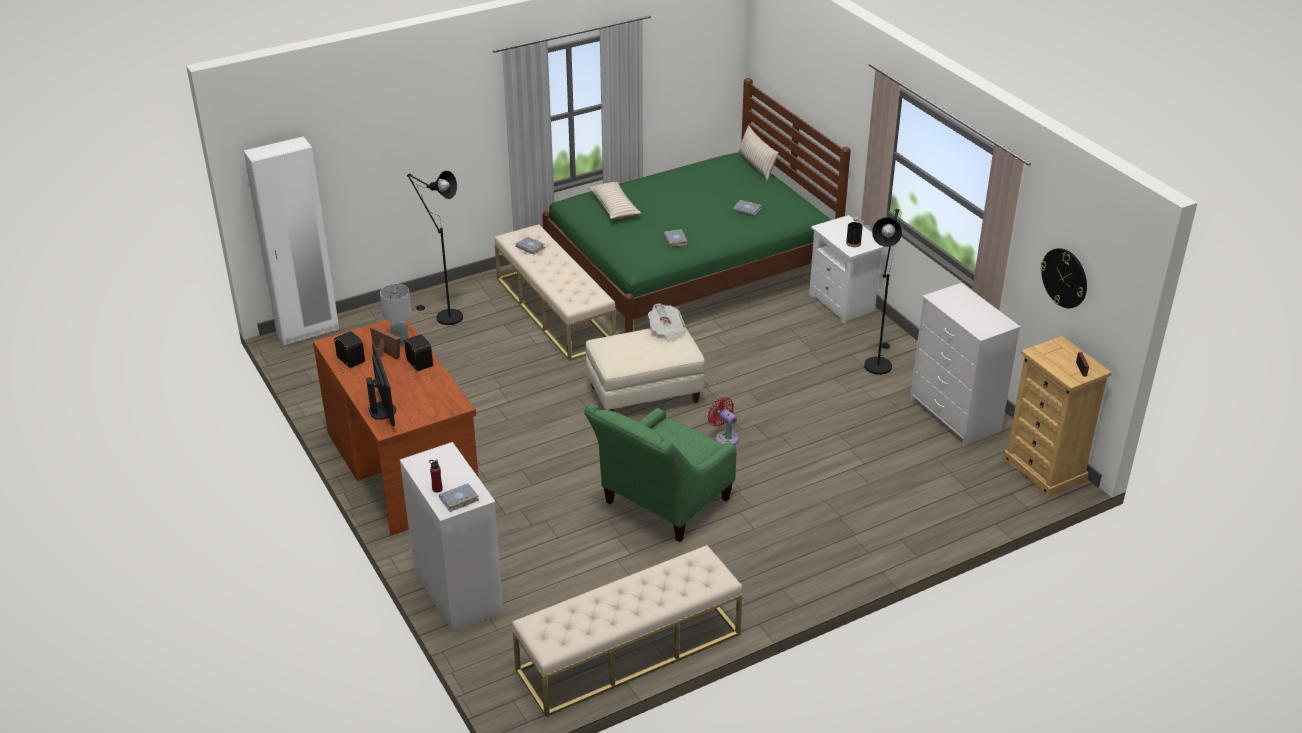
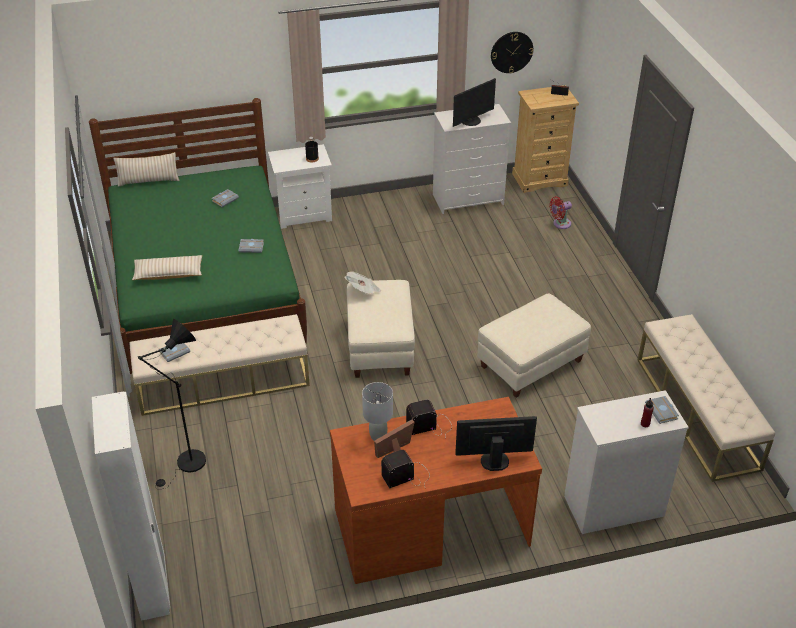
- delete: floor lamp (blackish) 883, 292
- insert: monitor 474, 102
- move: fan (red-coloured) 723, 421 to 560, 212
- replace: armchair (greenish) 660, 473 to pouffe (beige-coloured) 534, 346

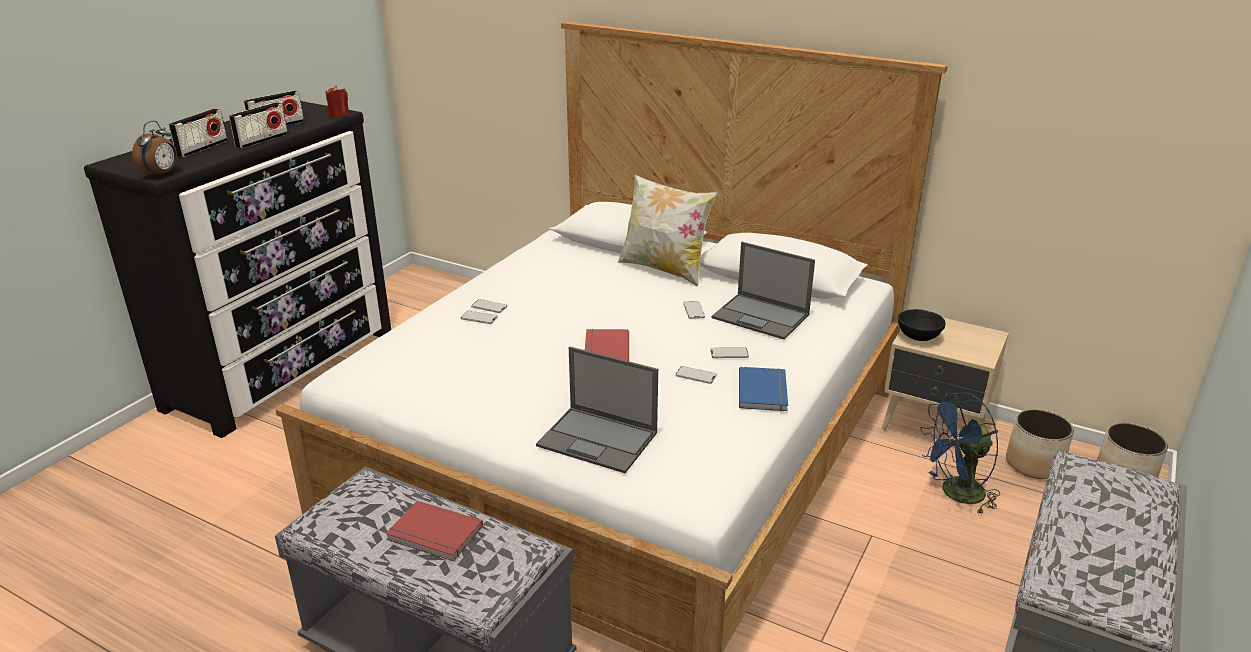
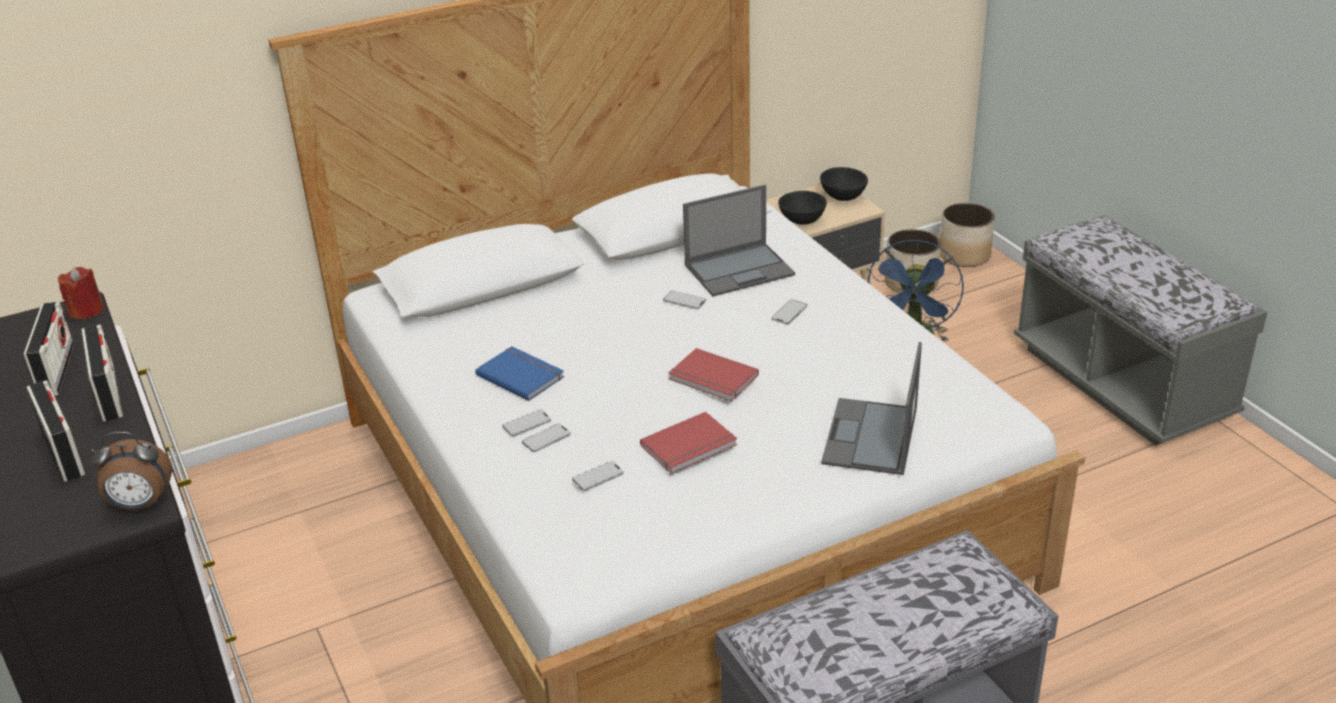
- delete: throw pillow 667, 230
- insert: serving bowl (blackish) 844, 184
- move: book (red-coloured) 434, 531 to 688, 443
- move: handset 696, 375 to 598, 476
- move: book (blue) 763, 389 to 519, 373
- rotate: alarm clock 154, 149 = 131, 471 120 degrees clockwise
- rotate: laptop 597, 410 = 871, 408 135 degrees clockwise

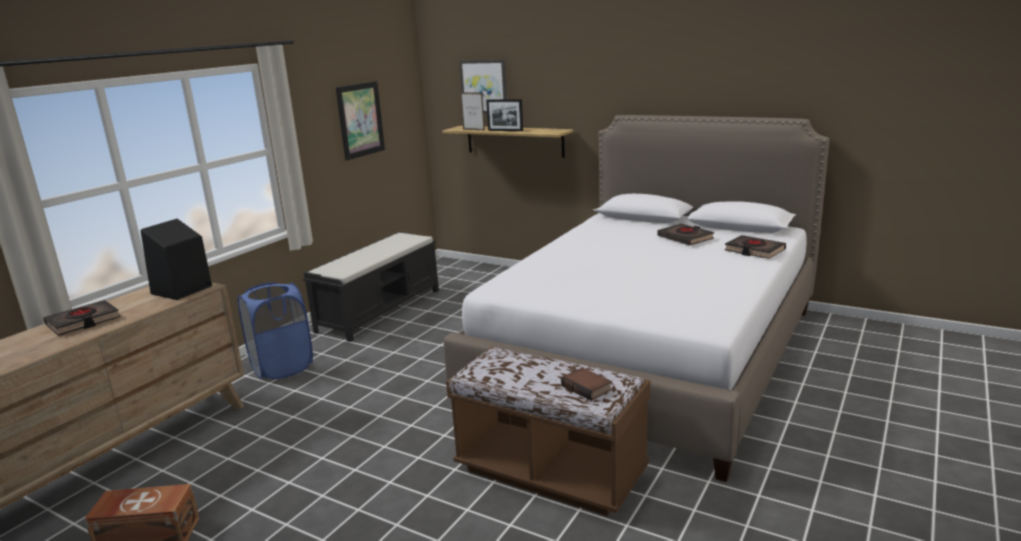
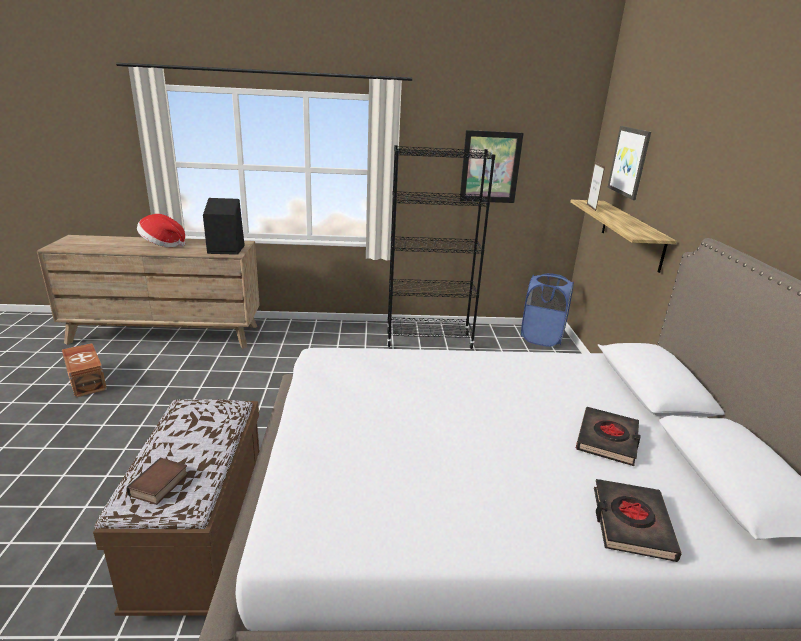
- delete: photo frame 504, 115
- move: laundry basket (blue) 275, 330 to 547, 310
- replace: book (blackish) 81, 318 to clothing hat 161, 230
- replace: long seat (blackish) 371, 287 to bookcase (blackish) 441, 247

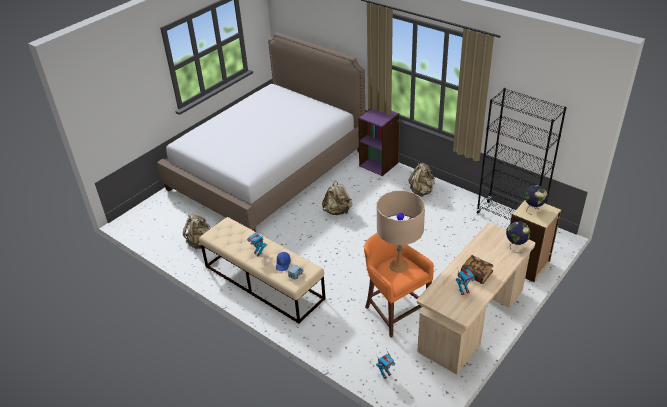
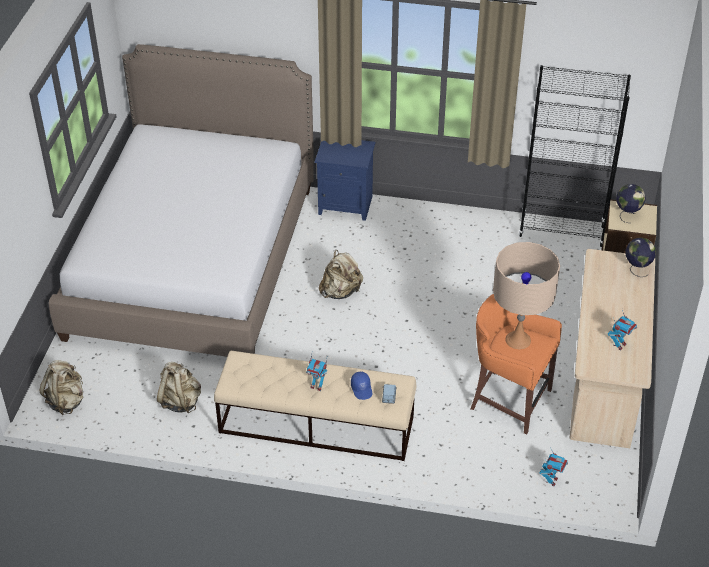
- delete: book 477, 269
- move: rucksack (beige-coloured) 422, 180 to 61, 387
- replace: bookcase (purplish) 379, 142 to night table (blue) 345, 180

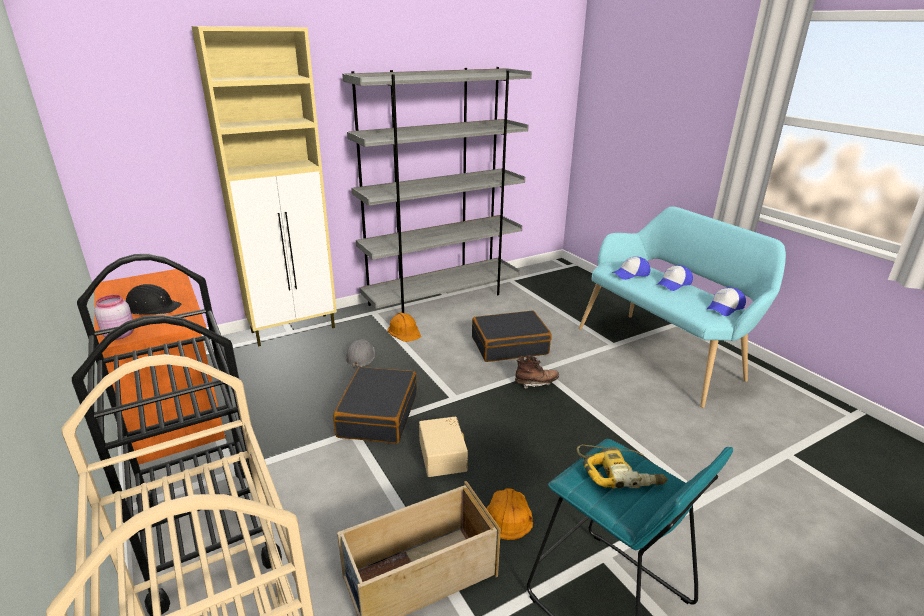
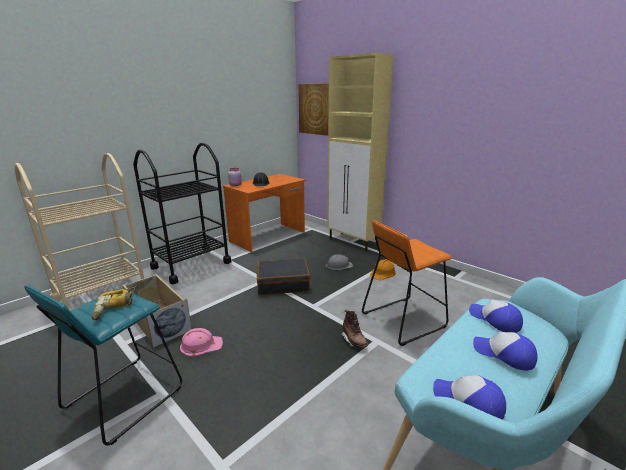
- delete: bookcase (grey) 437, 190
- delete: storage box (beige-coloured) 443, 447
- insert: wall art 313, 110
- replace: piece of luggage (blackish) 512, 336 to stool seat (orangey) 407, 283
- recolor: work helmet (orangey) 509, 514 to work helmet (pinkish) 201, 342

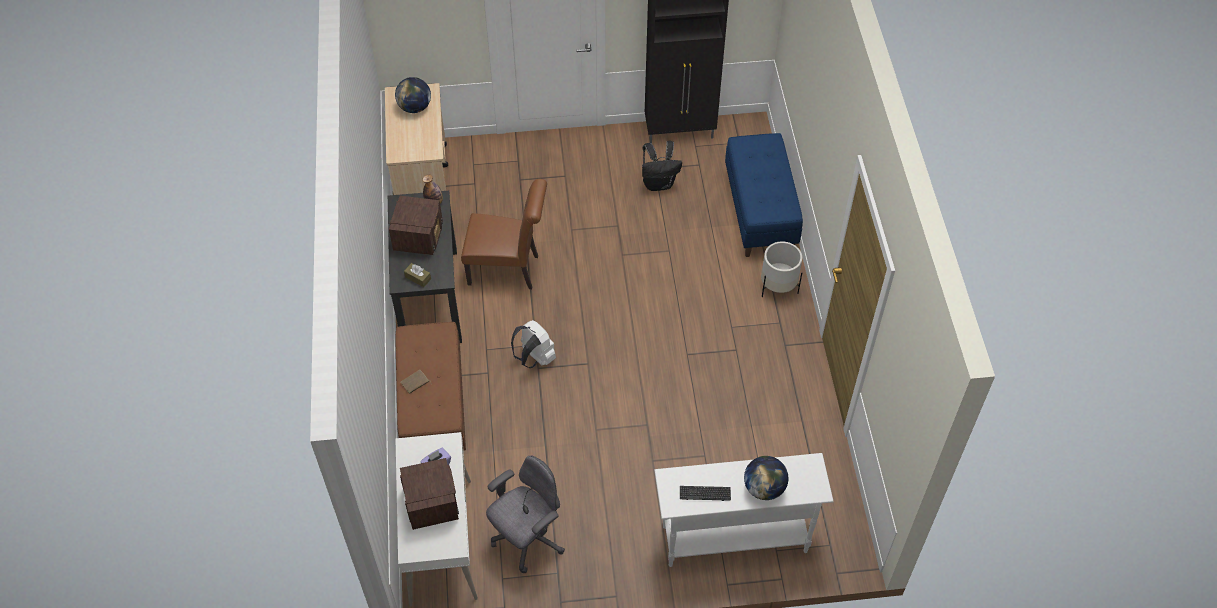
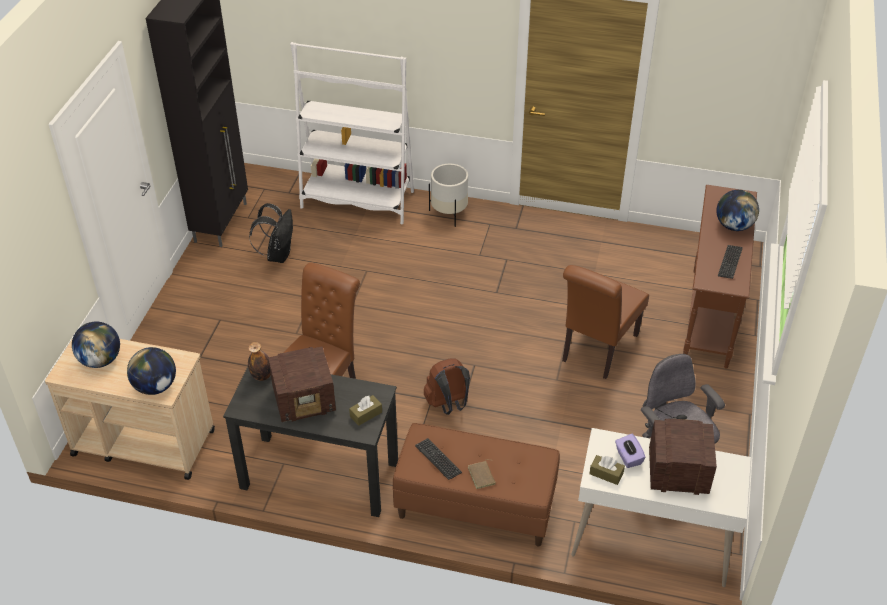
- insert: world globe 151, 371
- insert: keyboard 438, 459
- insert: plain chair (brownish) 605, 322
- insert: box of tissues (brownish) 607, 470
- replace: long seat (blue) 764, 195 to bookcase (whitish) 352, 133
- recolor: rucksack (whitish) 533, 344 to rucksack (brownish) 447, 386
- recolor: console table (whitish) 744, 510 to console table (brownish) 720, 277
- rotate: radio 416, 225 = 302, 384 135 degrees clockwise

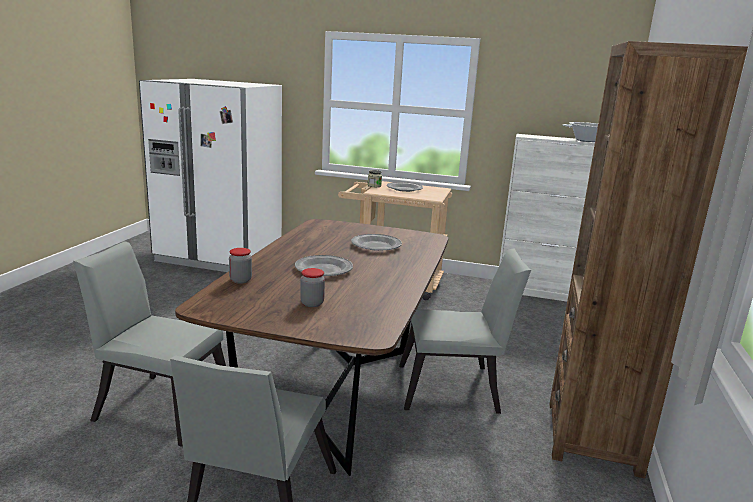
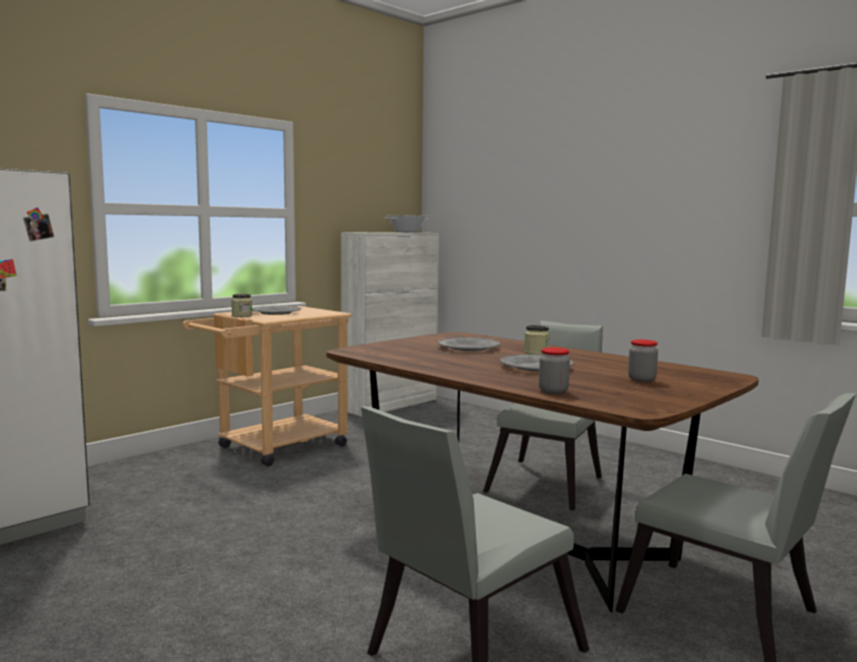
- delete: bookcase (brownish) 649, 259
- insert: preserve jar 537, 340

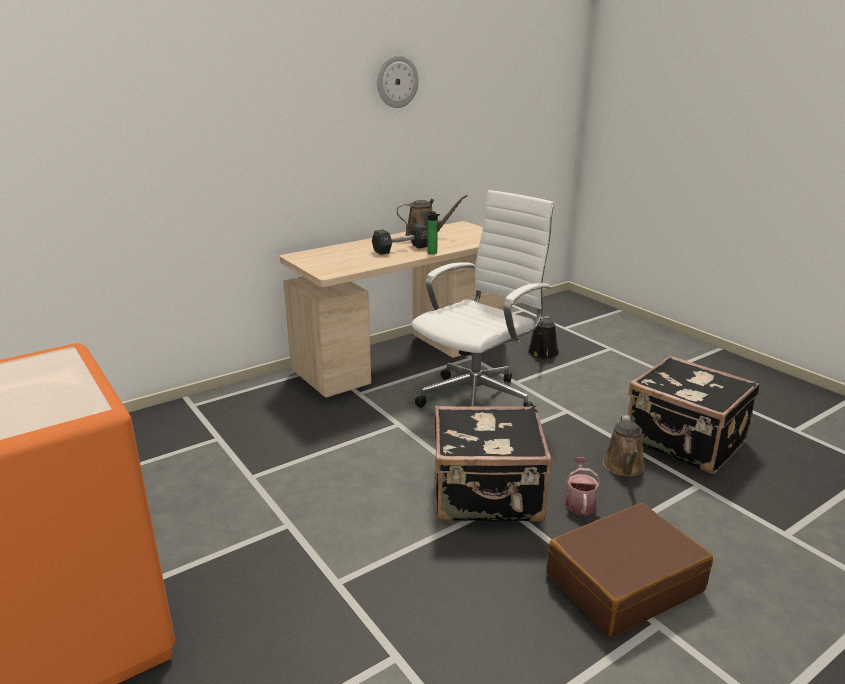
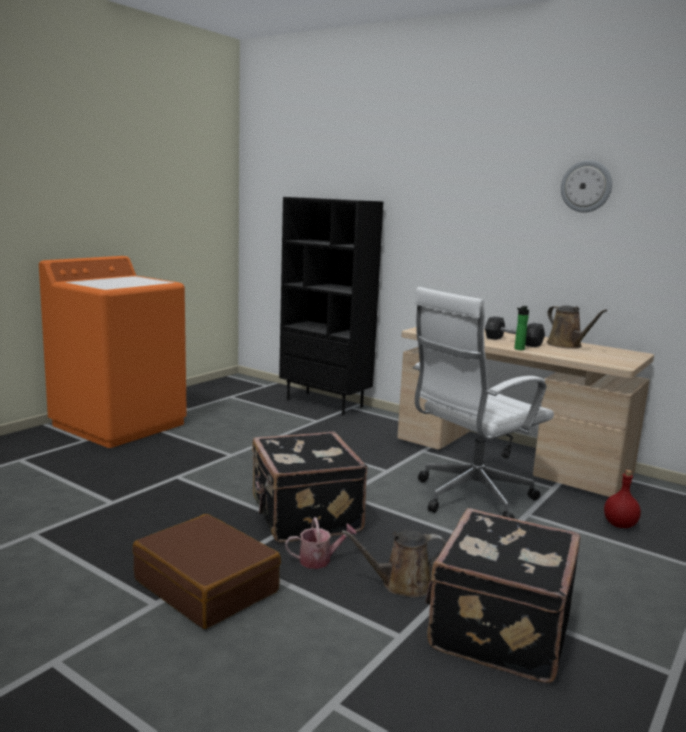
- insert: bookcase (blackish) 331, 306
- replace: watering can (blackish) 543, 337 to beverage bottle (red-coloured) 622, 499
- rotate: computer chair (whitish) 483, 299 = 483, 403 120 degrees clockwise

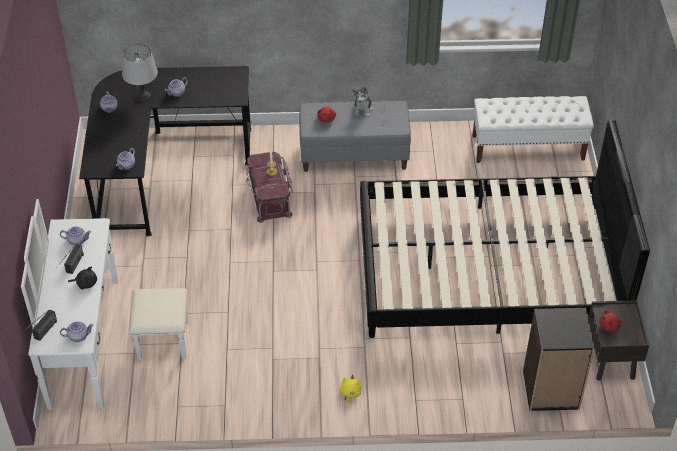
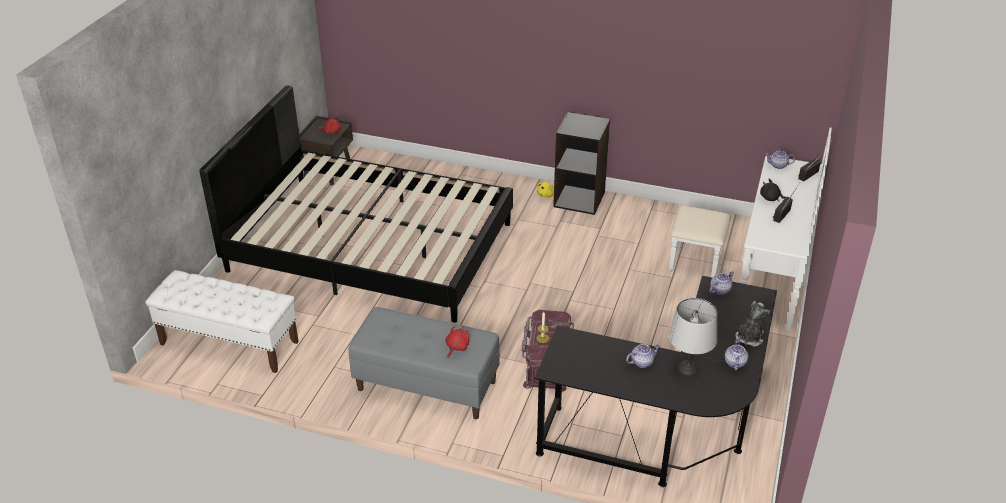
- delete: teapot 75, 235
- move: soft toy 362, 102 to 753, 324
- move: bookcase (blackish) 559, 359 to 581, 163

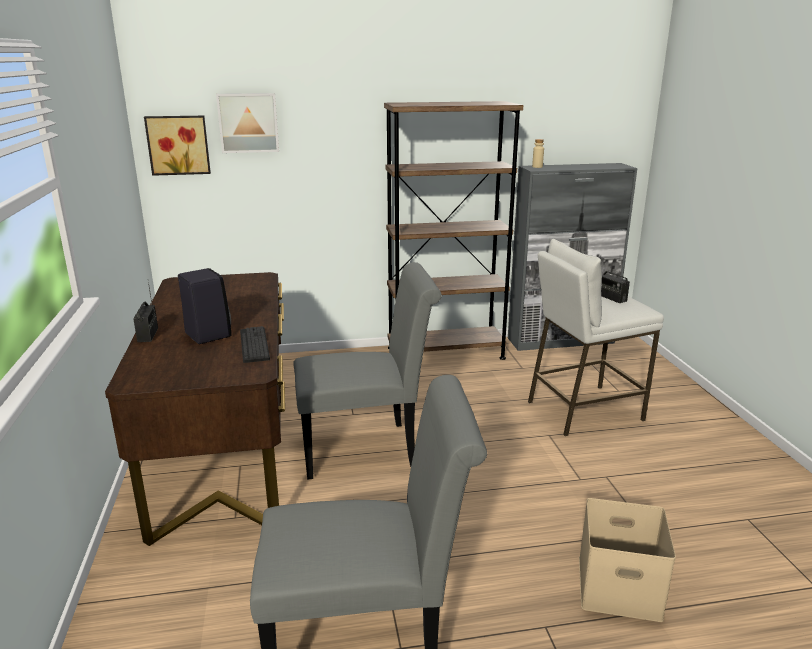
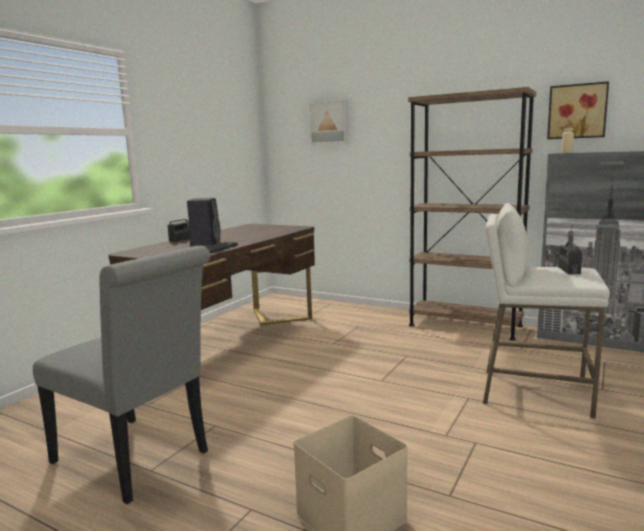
- delete: plain chair (grey) 367, 371
- move: wall art 177, 146 to 578, 110

